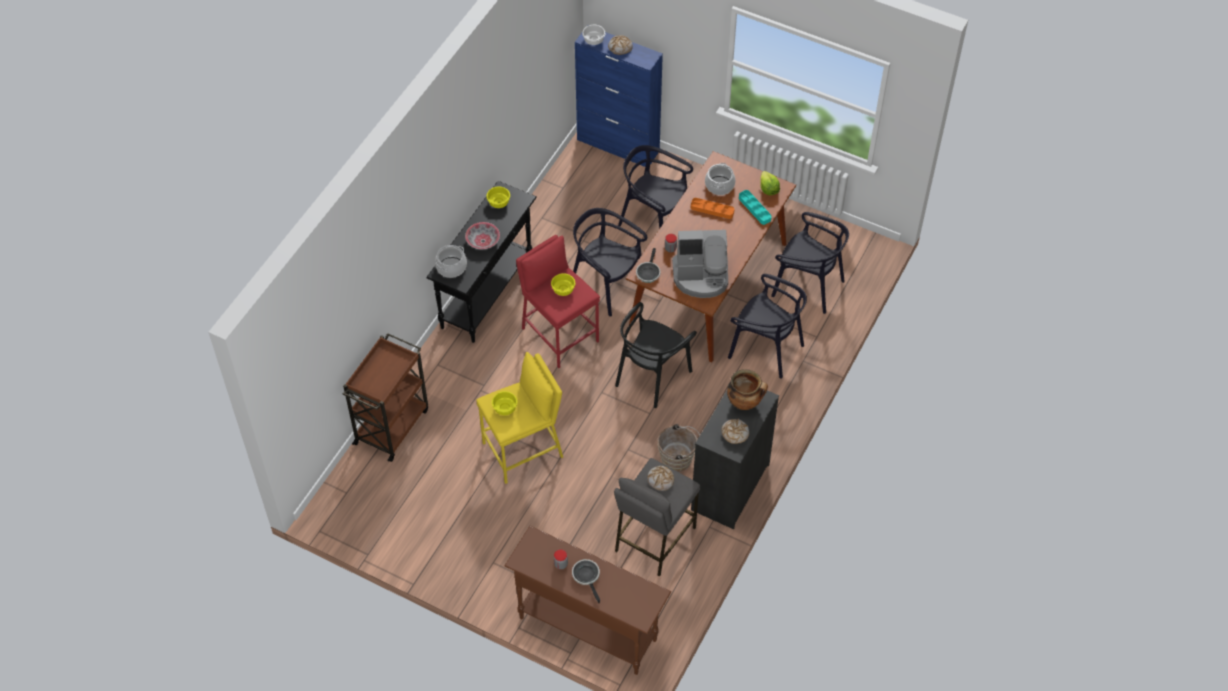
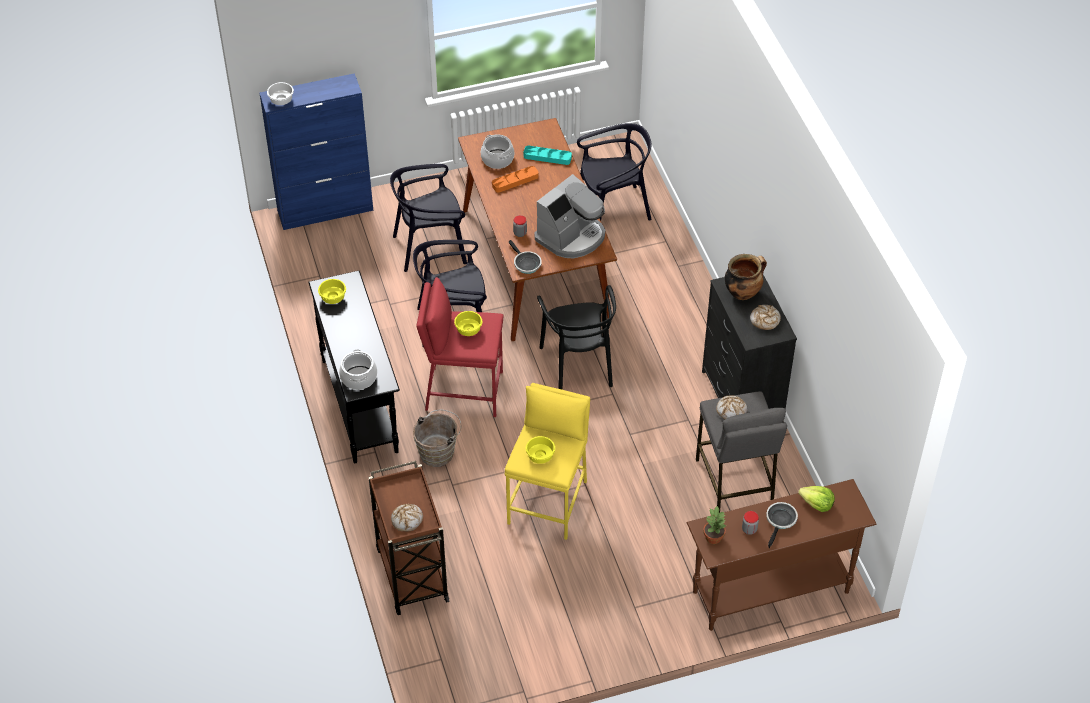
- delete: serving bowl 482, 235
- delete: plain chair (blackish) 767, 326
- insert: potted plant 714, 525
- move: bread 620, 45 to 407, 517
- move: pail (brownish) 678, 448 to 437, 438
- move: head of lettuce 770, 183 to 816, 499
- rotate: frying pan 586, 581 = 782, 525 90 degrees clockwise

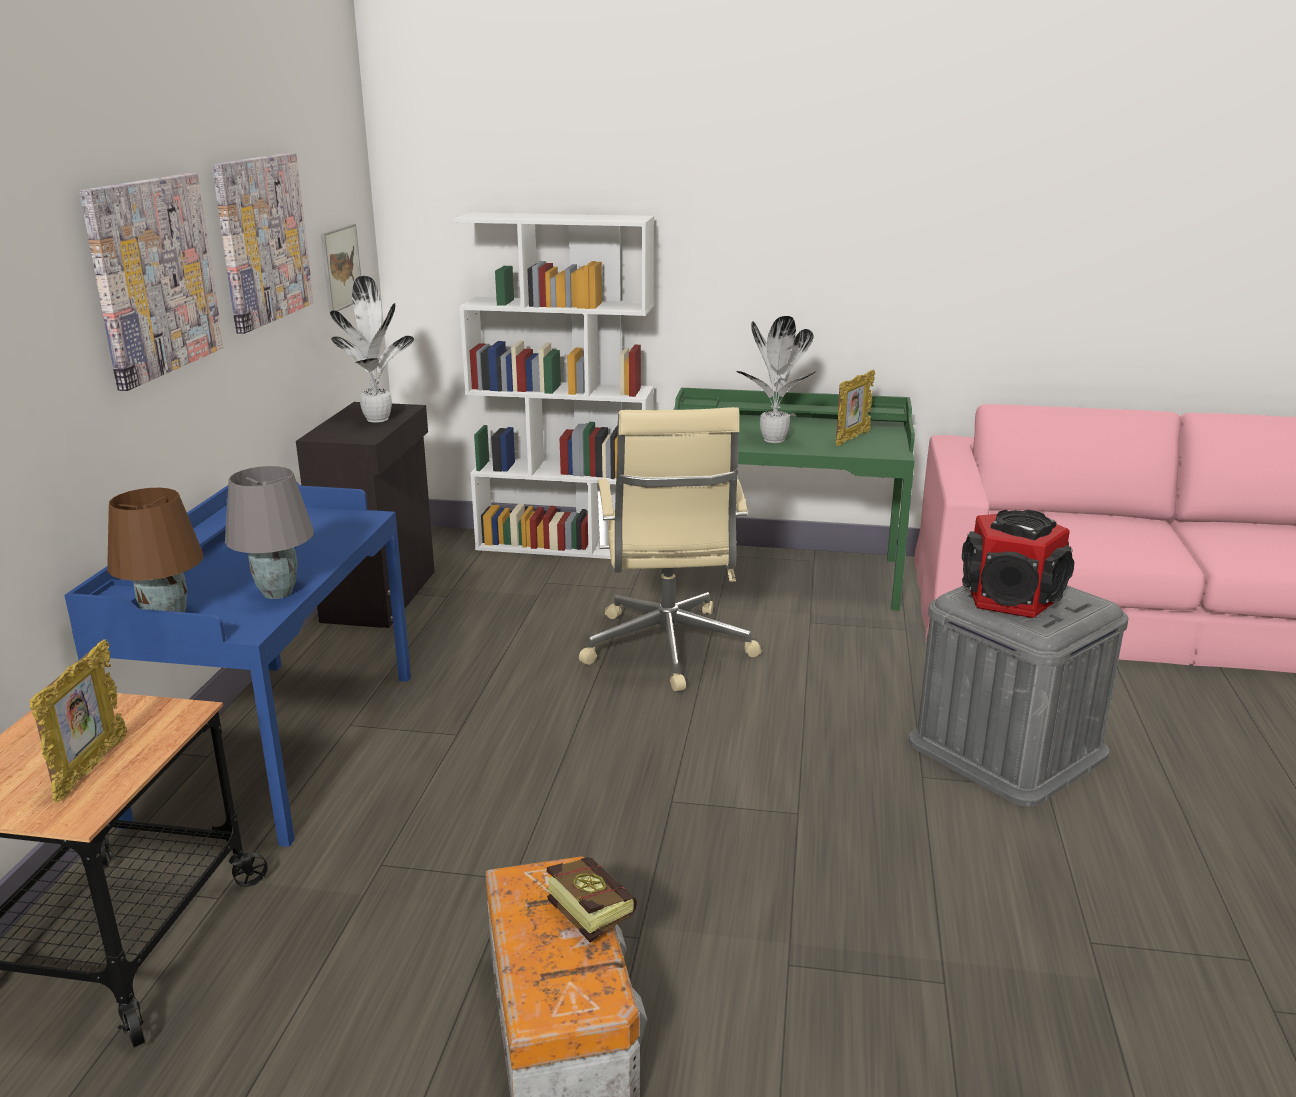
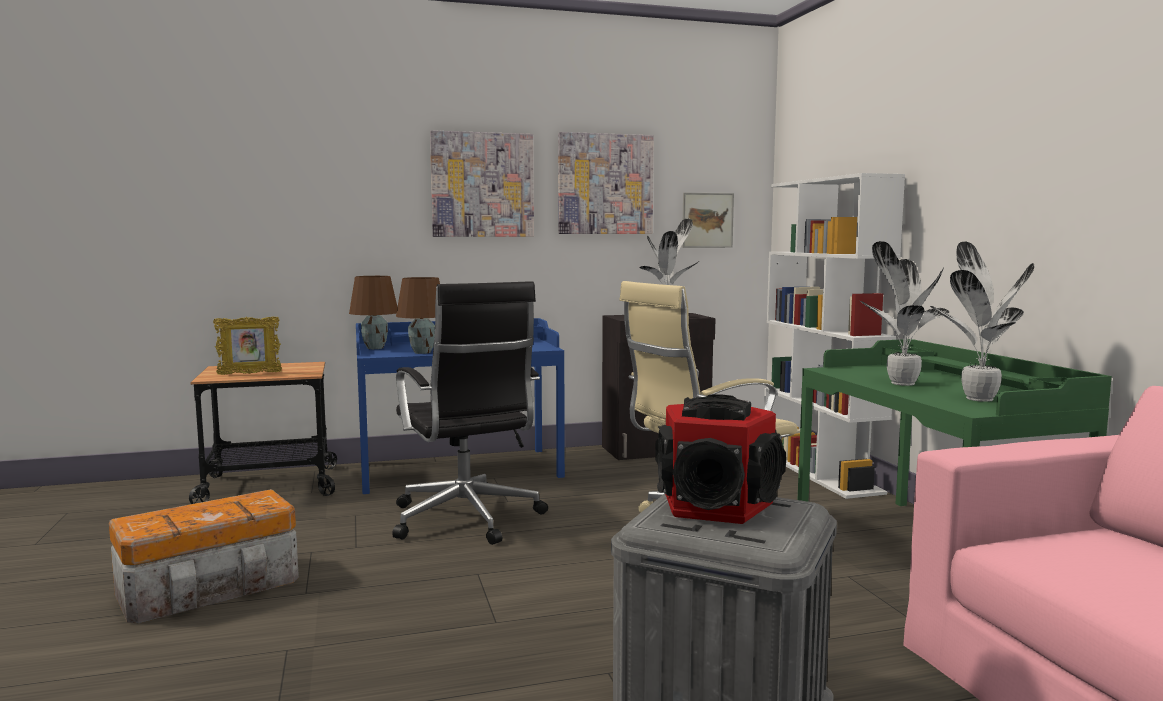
- delete: book 591, 900
- insert: computer chair (blackish) 470, 413
- replace: photo frame 855, 408 to potted plant 982, 321
- recolor: lamp for a table (grey) 269, 532 to lamp for a table (brownish) 418, 315

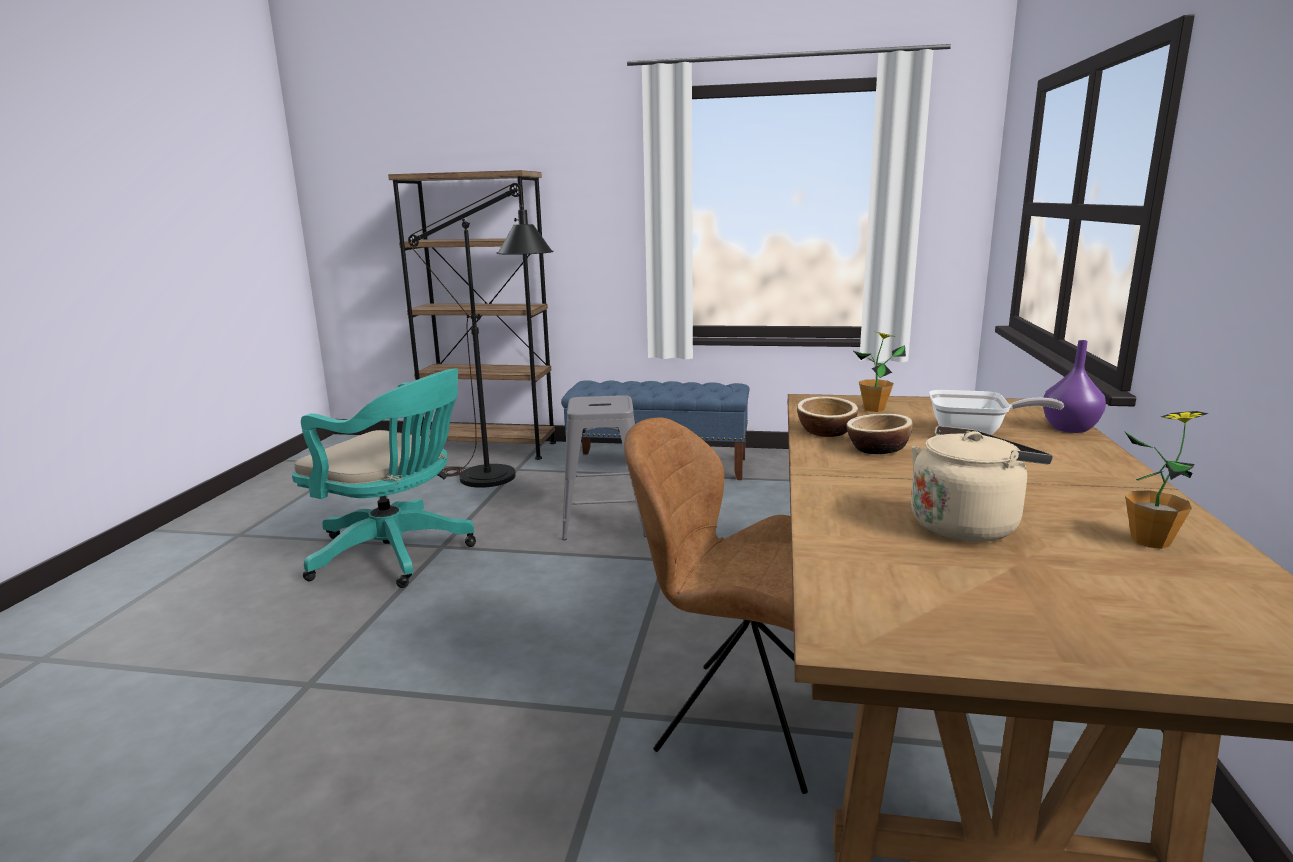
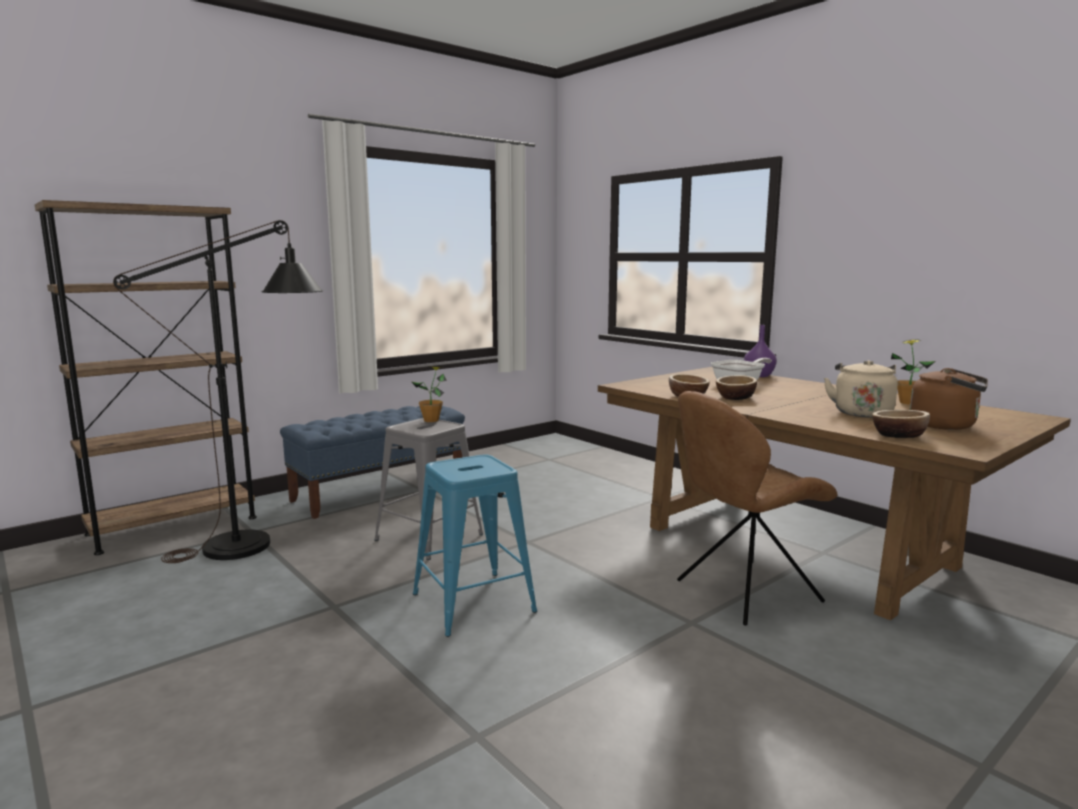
- delete: computer chair (blue-green) 384, 478
- insert: stool seat (blue) 475, 545
- insert: serving bowl 901, 424
- insert: kettle (brownish) 949, 399
- move: potted plant 880, 371 to 429, 394

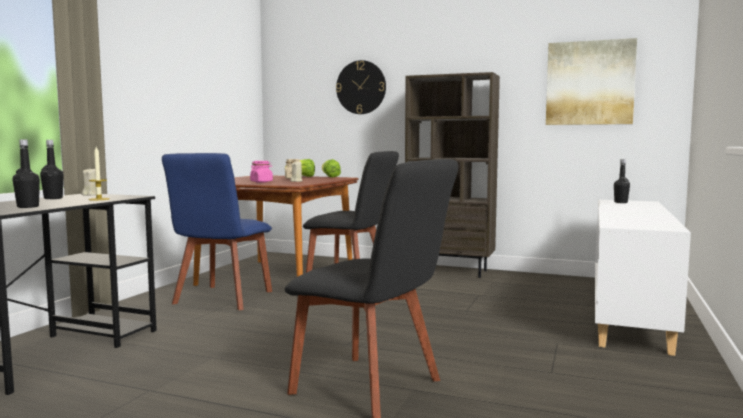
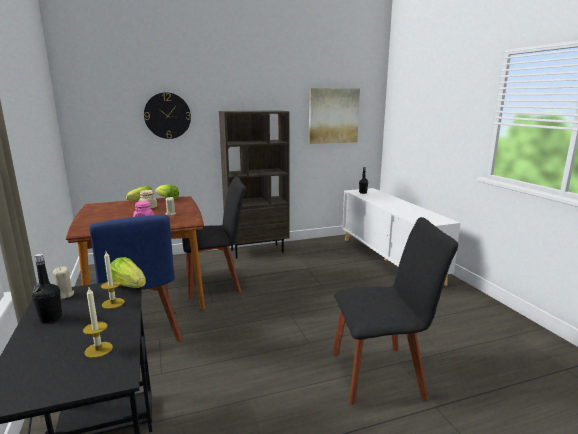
- insert: head of lettuce 128, 272
- replace: beverage bottle (blackish) 26, 173 to wax light 98, 323

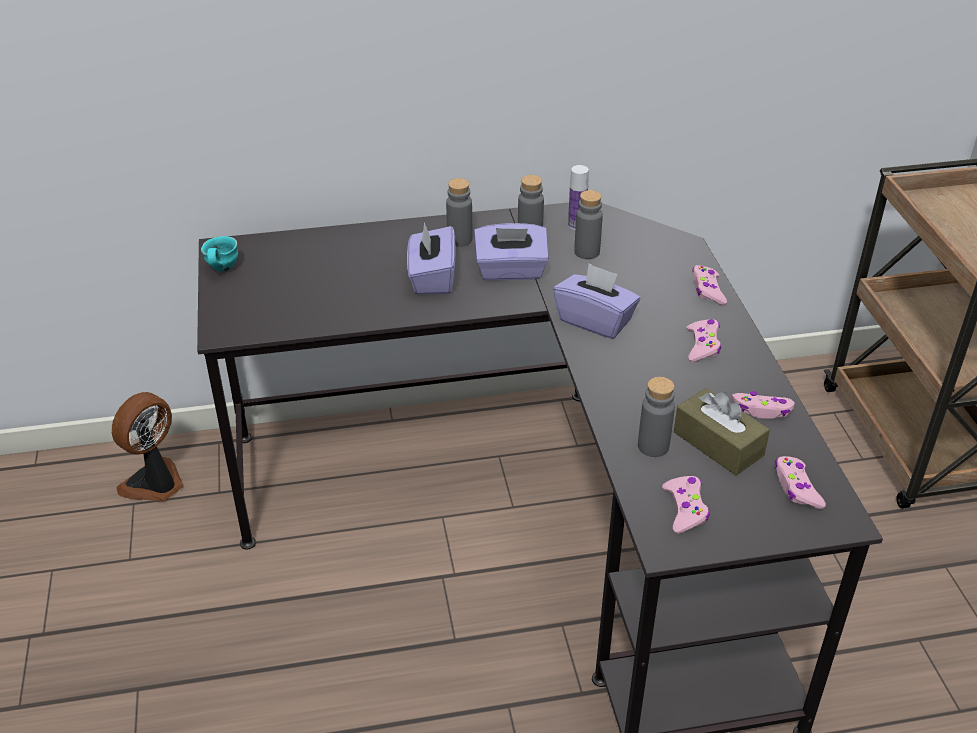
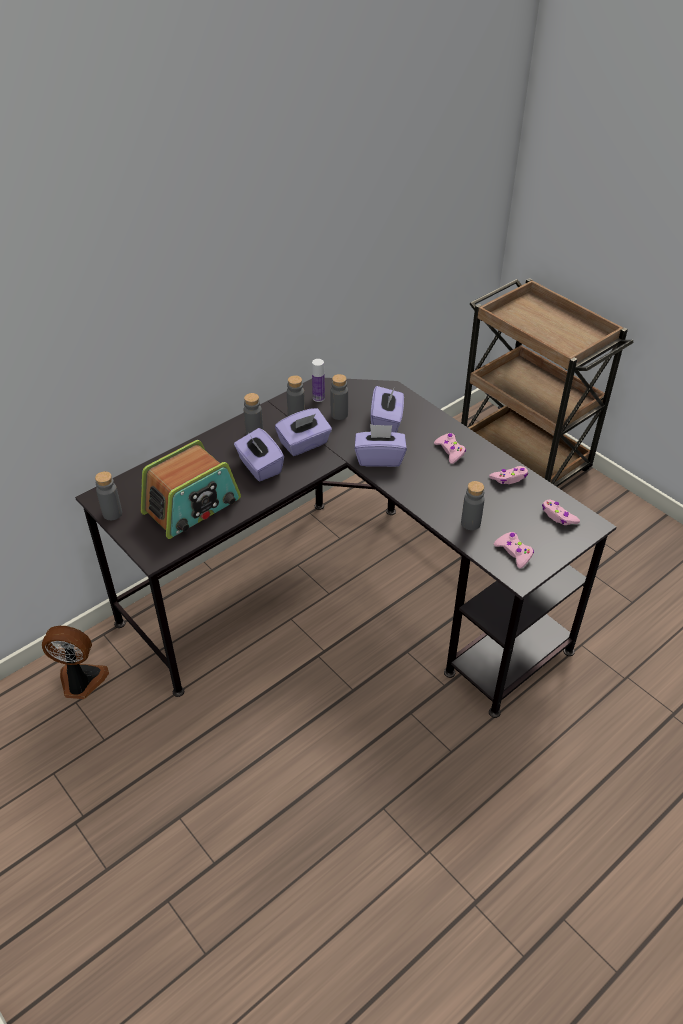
- delete: box of tissues (brownish) 722, 432
- delete: gamepad (pinkish) 709, 285
- insert: radio 191, 489
- insert: box of tissues (purplish) 387, 409
- replace: tea mug (blue-green) 219, 254 to beverage bottle (grey) 108, 495
- rotate: fan 147, 446 = 75, 662 90 degrees clockwise

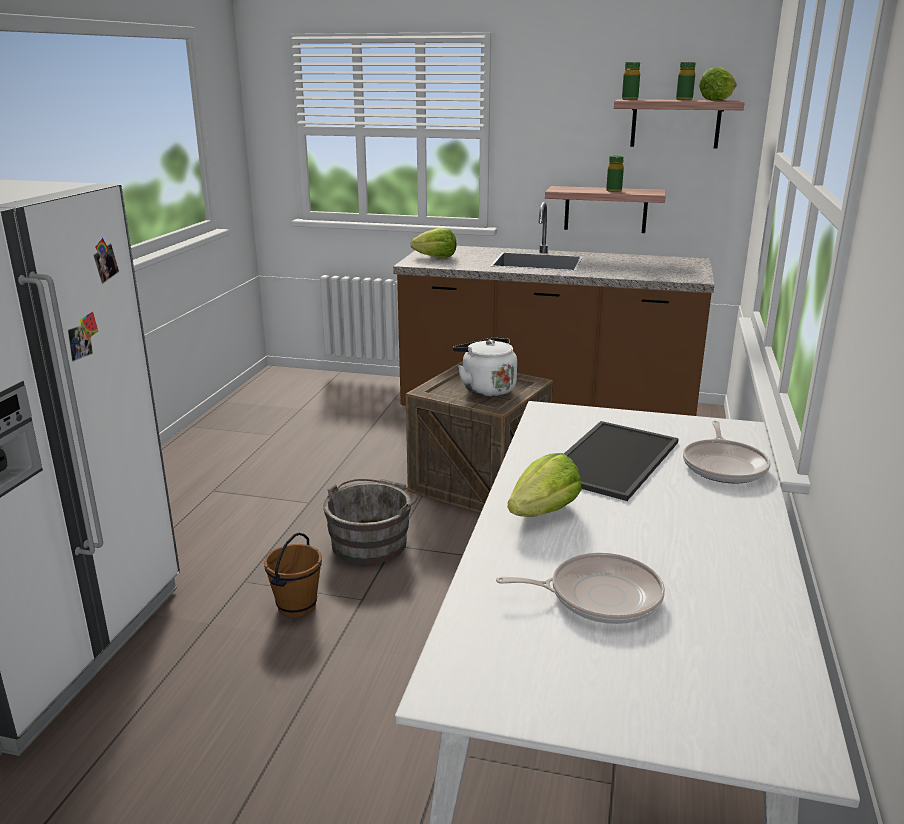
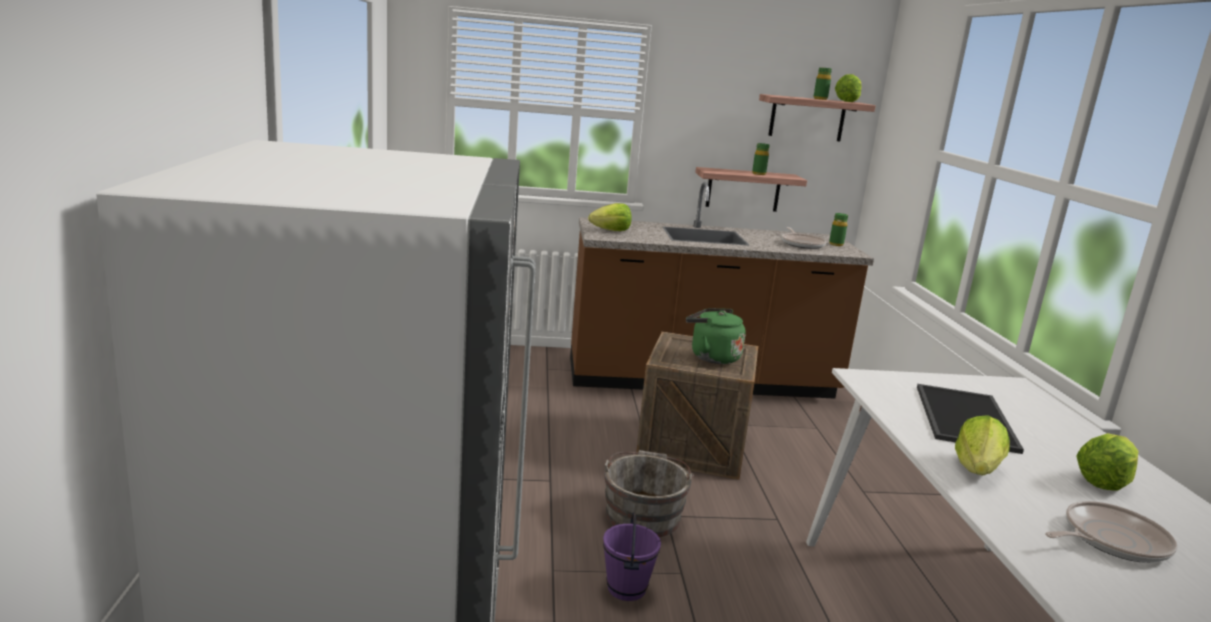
- insert: head of lettuce 1107, 462
- move: beverage bottle (greenish) 631, 81 to 838, 229
- move: frying pan 727, 452 to 804, 238
- recolor: pail (brownish) 293, 575 to pail (purplish) 632, 556
- recolor: kettle (whitish) 485, 367 to kettle (greenish) 716, 336

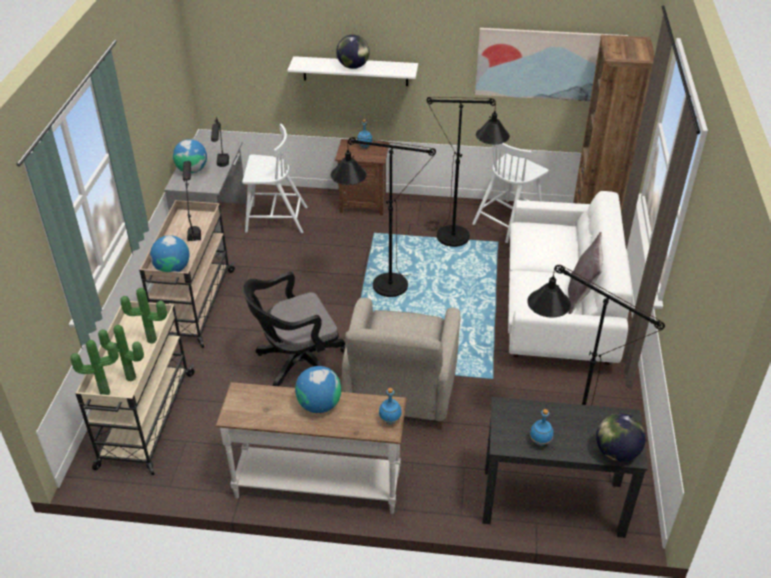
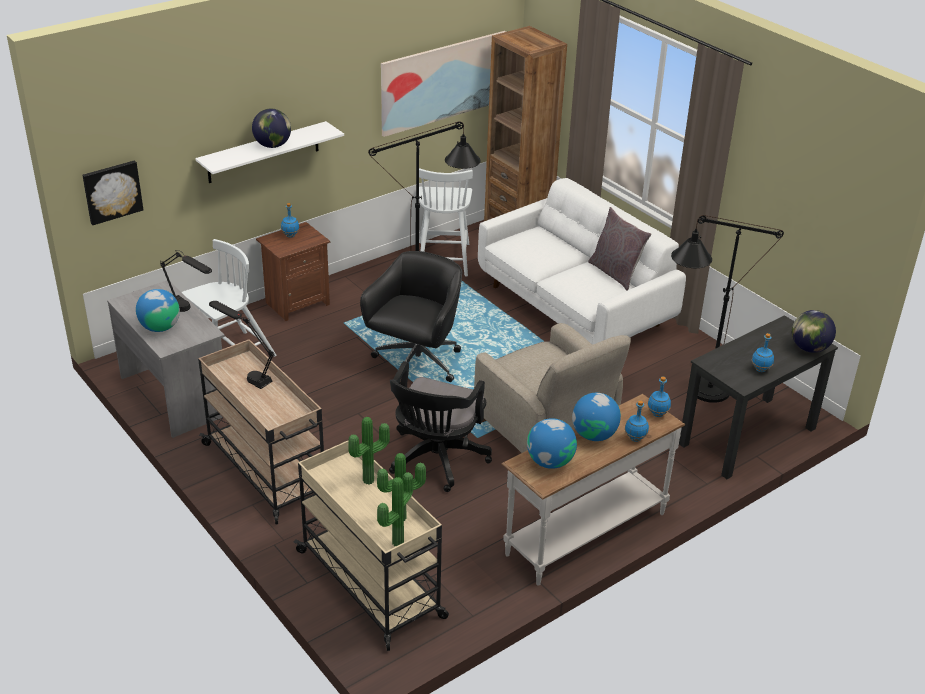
- insert: wall art 112, 192
- insert: beverage bottle (blue) 637, 421
- move: world globe 169, 253 to 552, 443
- replace: floor lamp (blackish) 383, 217 to computer chair (blackish) 411, 317

